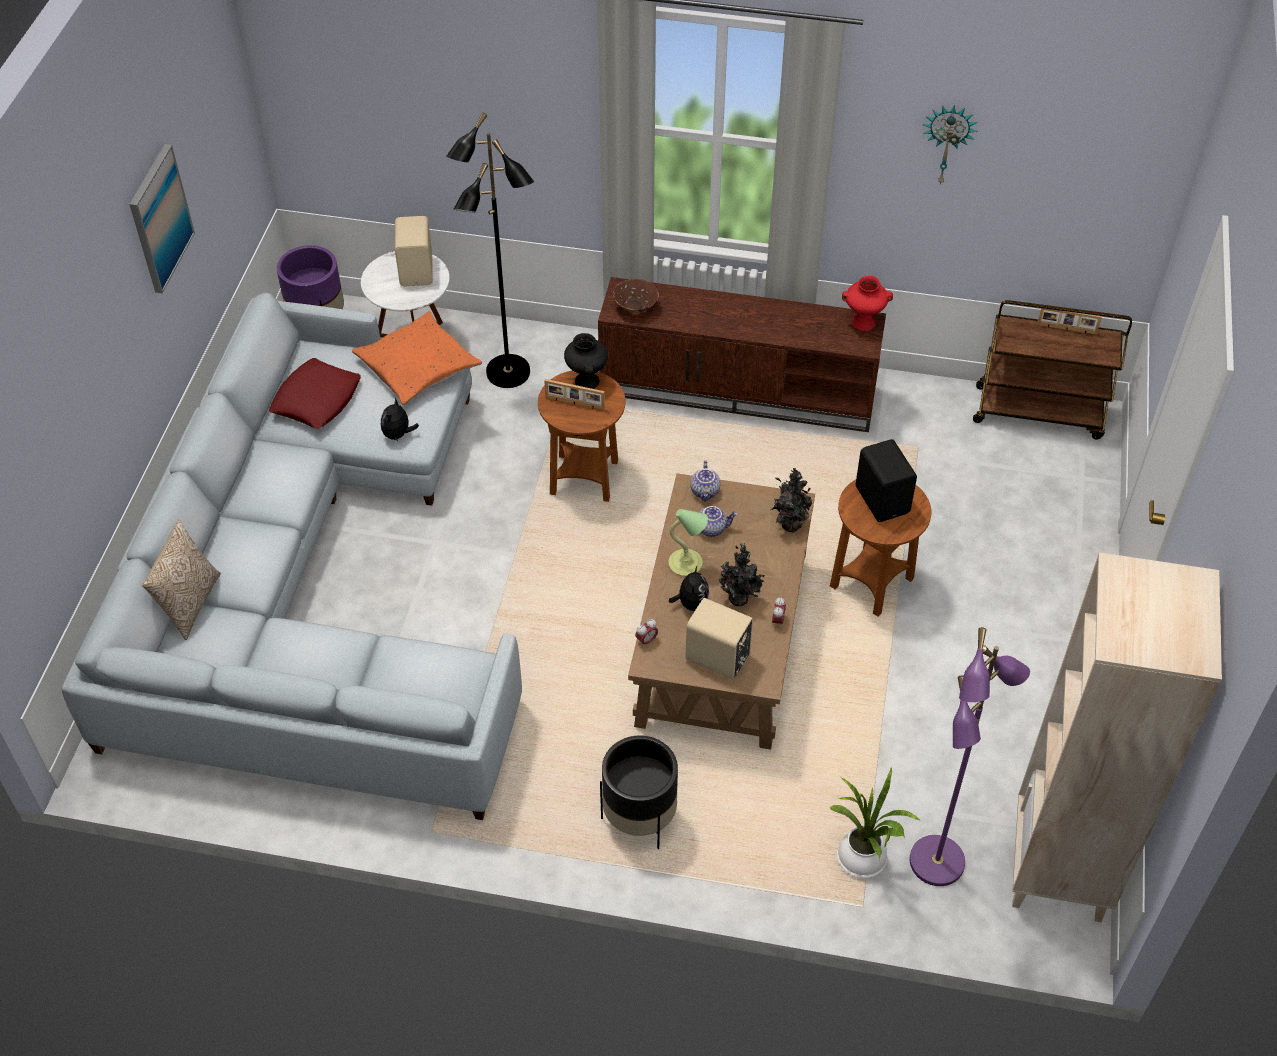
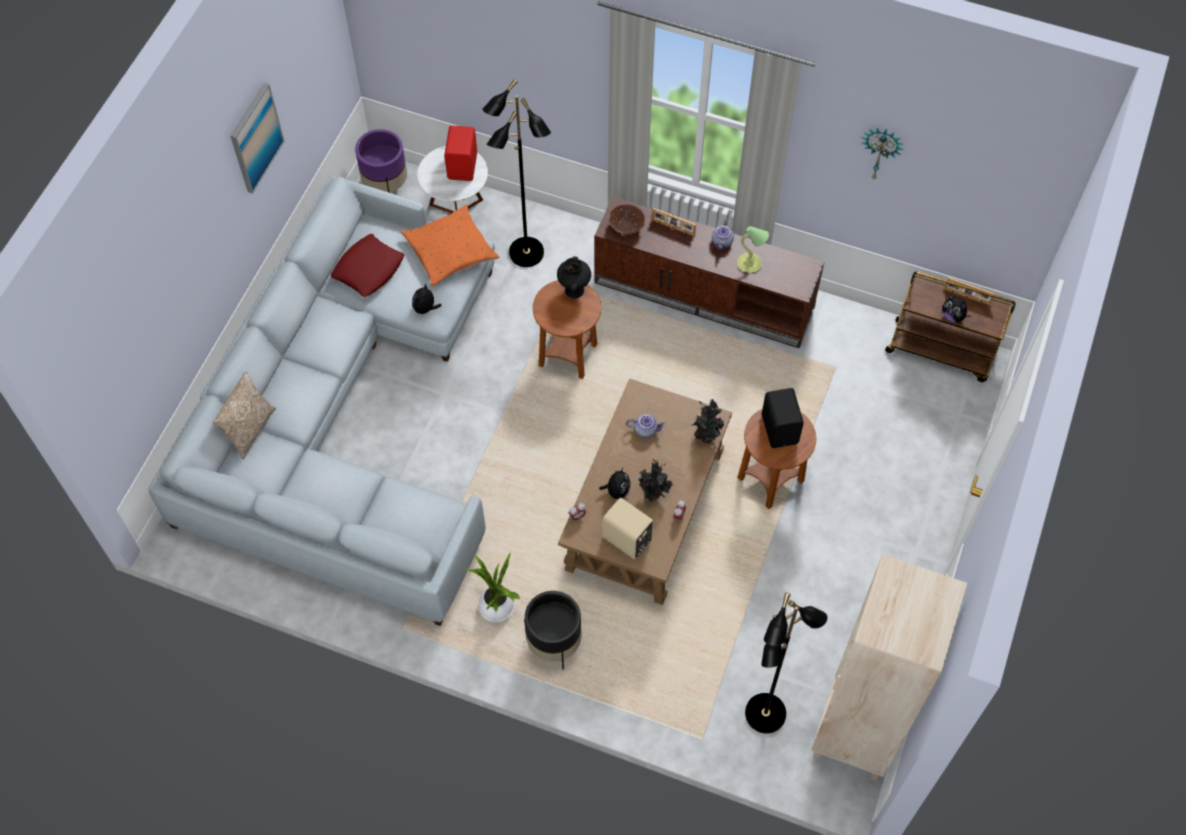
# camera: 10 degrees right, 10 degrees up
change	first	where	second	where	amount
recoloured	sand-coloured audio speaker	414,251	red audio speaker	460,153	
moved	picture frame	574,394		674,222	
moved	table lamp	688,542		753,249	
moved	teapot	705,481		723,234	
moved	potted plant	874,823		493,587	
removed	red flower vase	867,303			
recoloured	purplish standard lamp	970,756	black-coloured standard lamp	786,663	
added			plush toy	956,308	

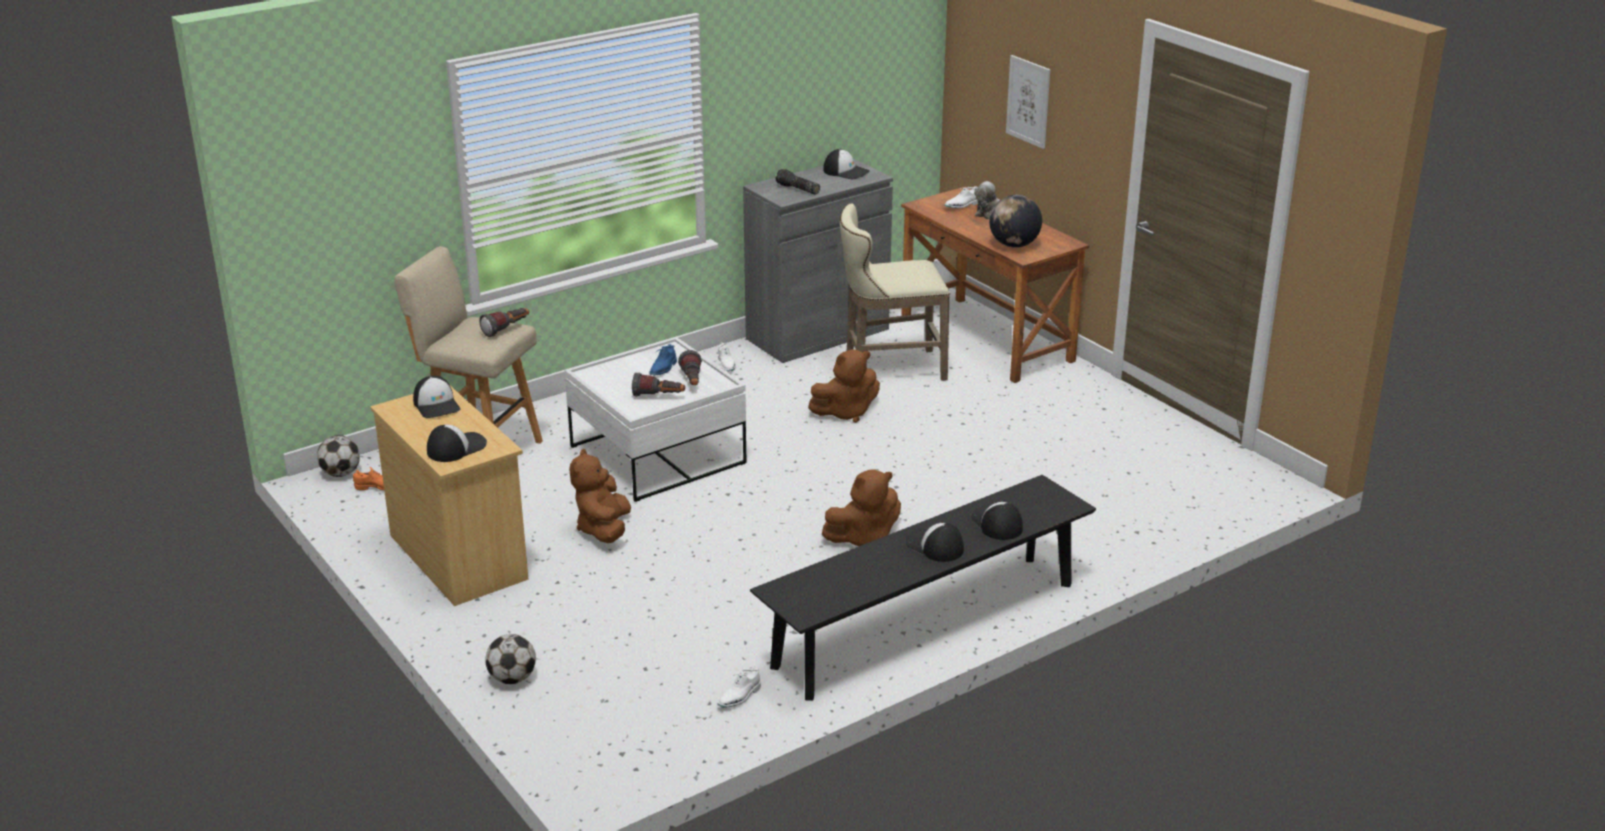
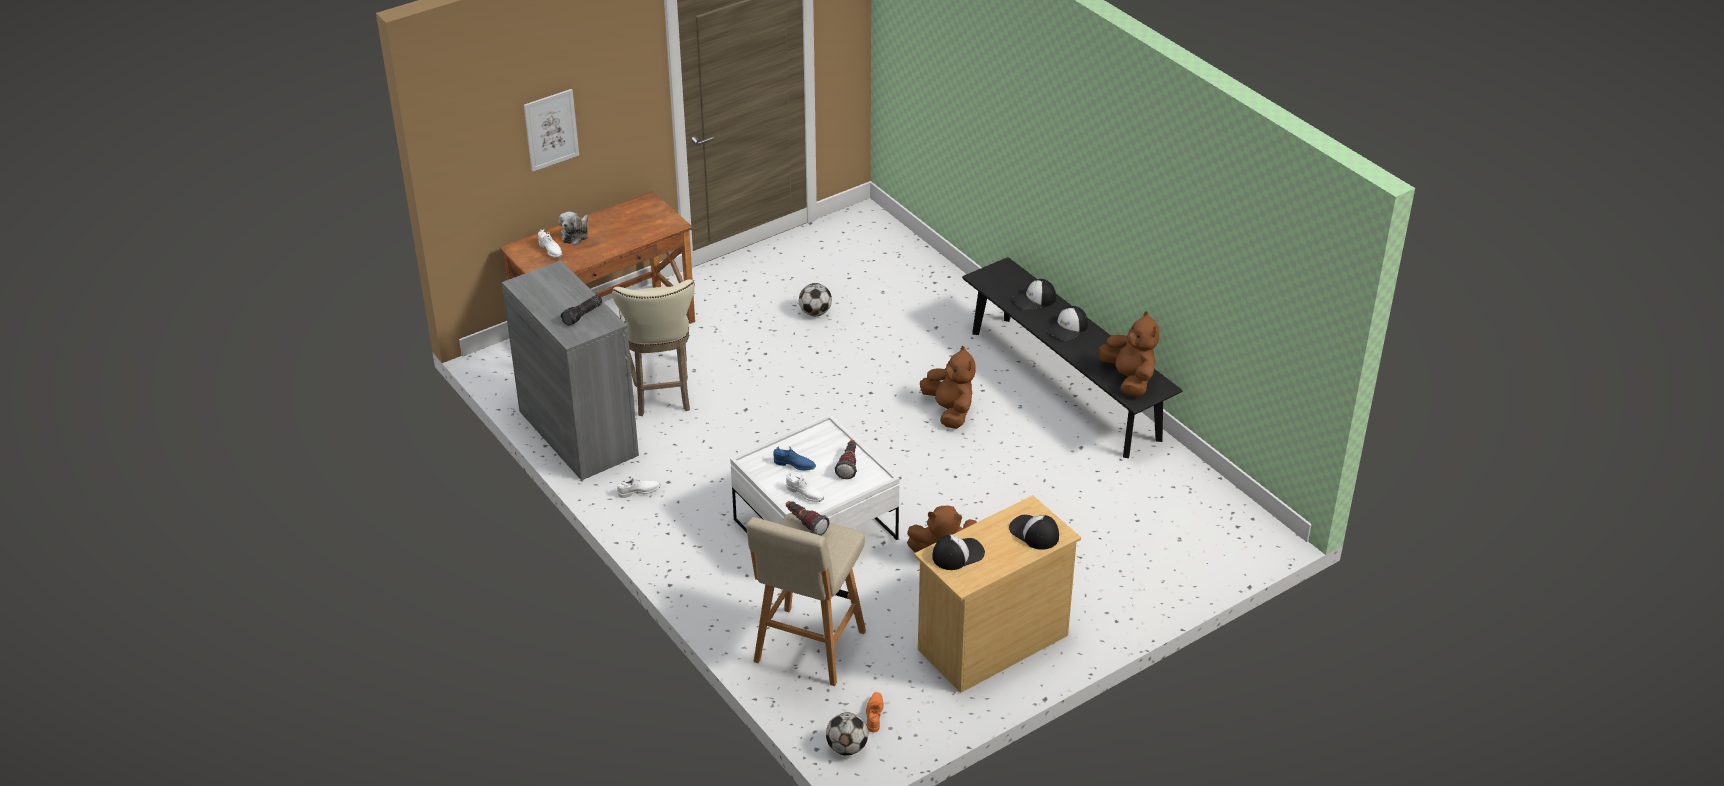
# camera: 90 degrees left, 10 degrees up
change	first	where	second	where	amount
moved	football ball	510,659		815,299	
removed	flashlight	690,367			
moved	white-coloured item of footwear	739,687		805,487	
moved	brown plush toy	844,386		1129,354	
removed	cap	846,164			
removed	world globe	1015,221			

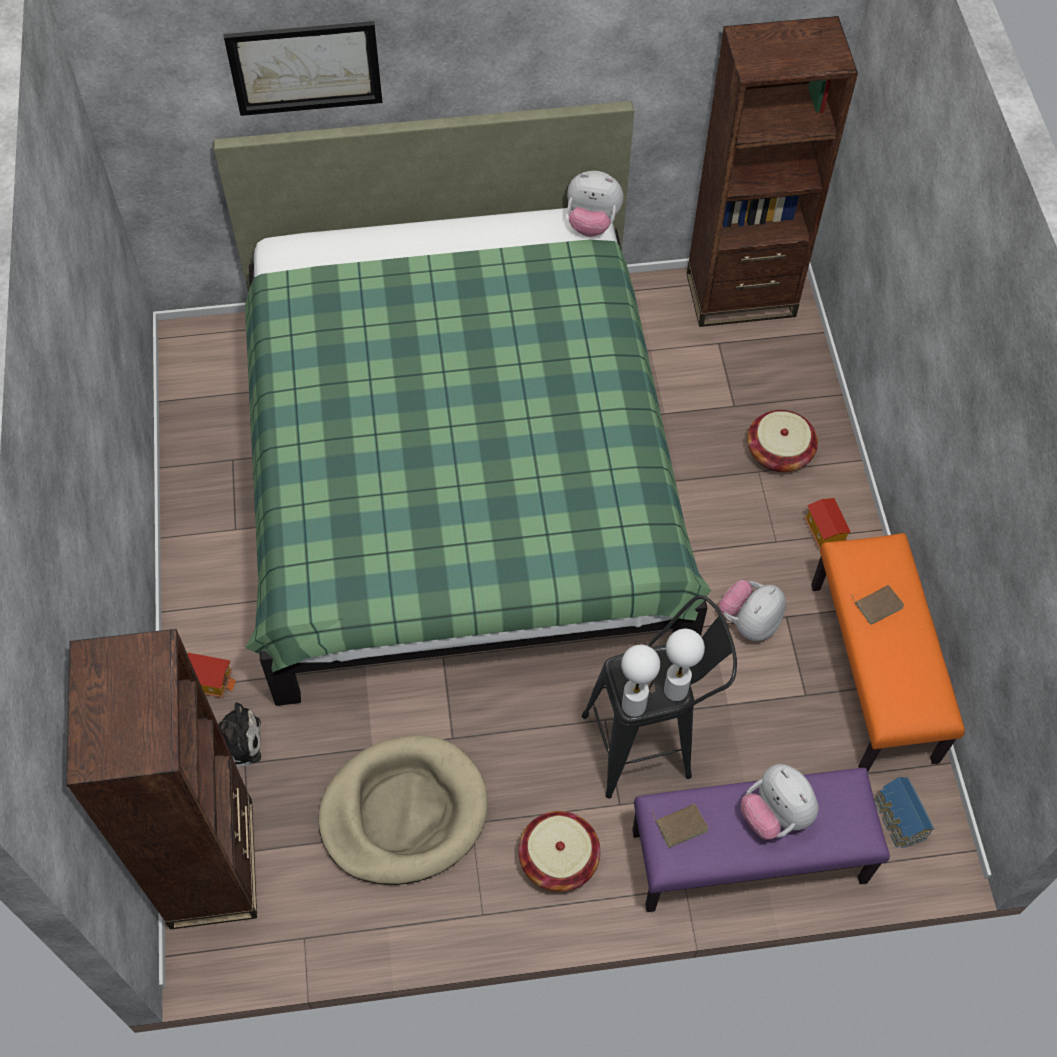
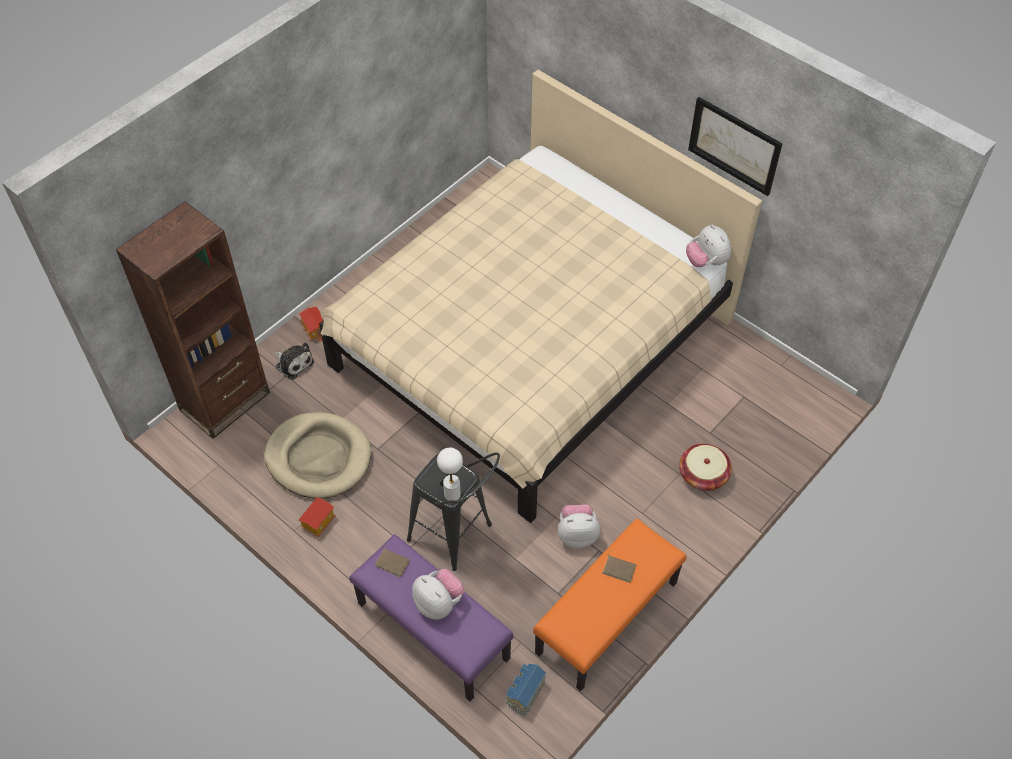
# camera: 50 degrees right, 5 degrees down
change	first	where	second	where	amount
recoloured	greenish sleeping bed	462,403	sand-coloured sleeping bed	540,296	
moved	picture	303,68		735,146	
removed	storage basket	559,851			
removed	white-coloured table lamp	640,681			
removed	brown bookcase	772,171			
turned	plush toy	779,802		438,594	120 degrees clockwise
moved	toy house	827,524		317,517	

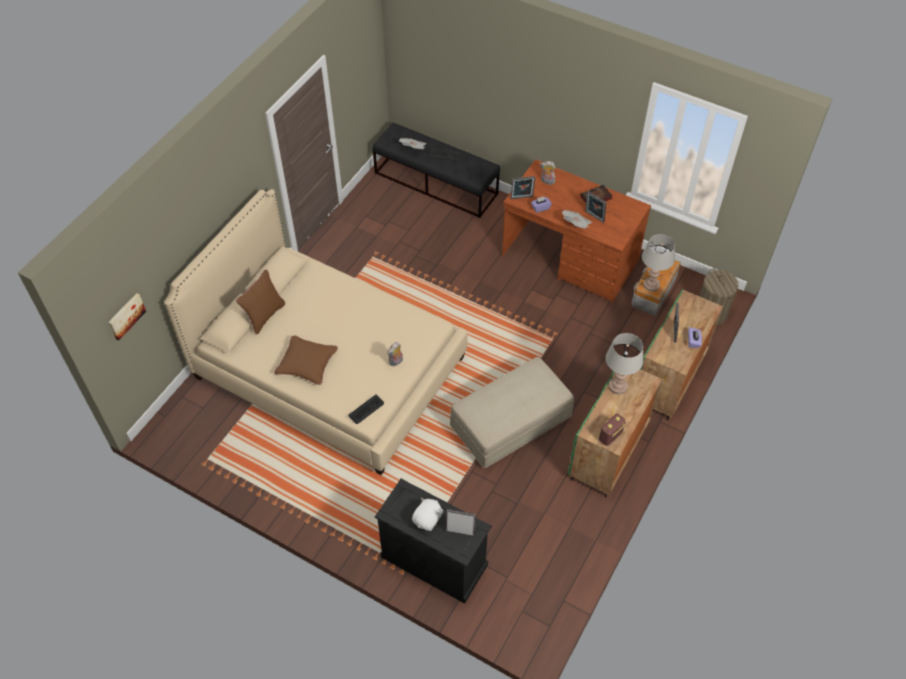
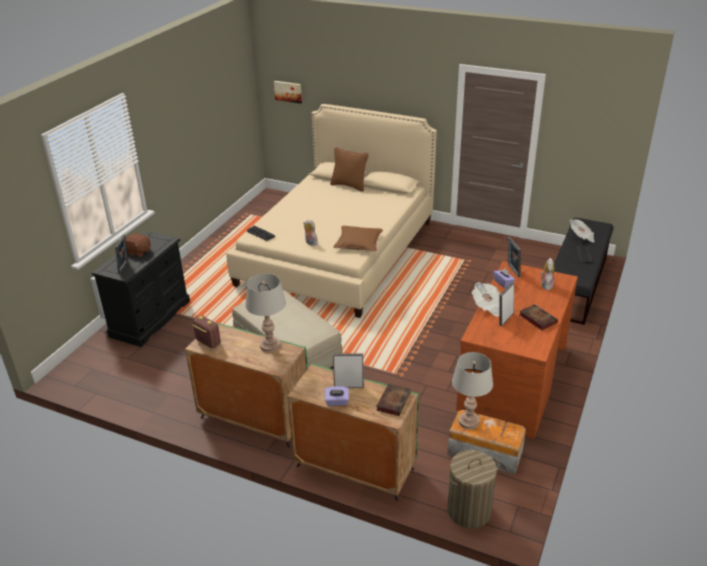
# camera: 85 degrees right, 20 degrees down
change	first	where	second	where	amount
moved	brown cushion	306,360		358,238	
recoloured	white-coloured plush toy	427,514	brown plush toy	138,245	
added			book	393,400	

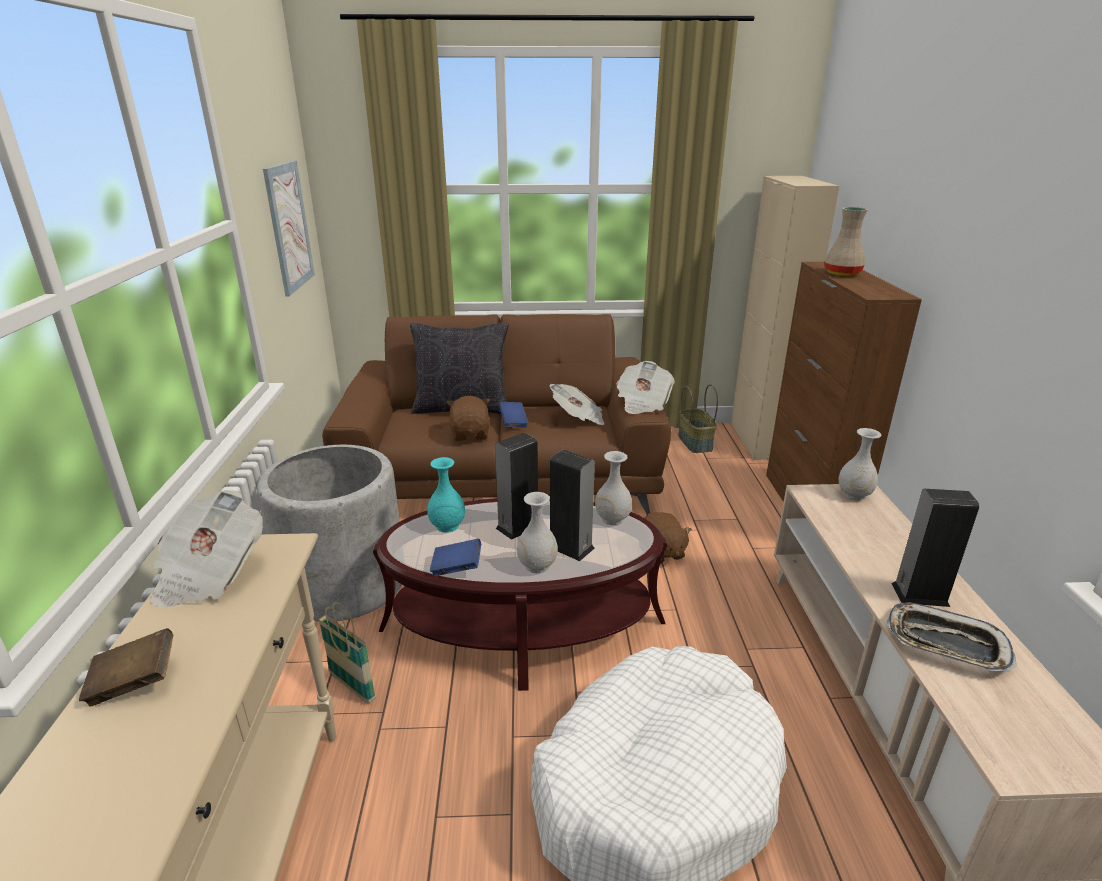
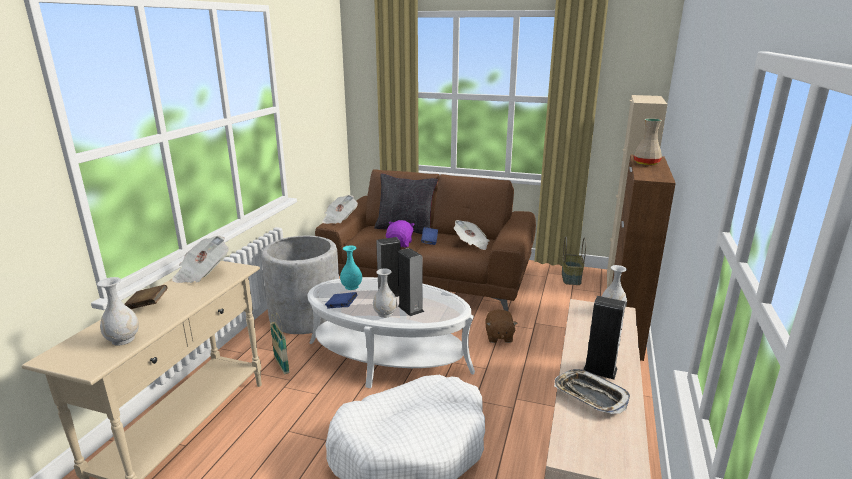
# camera: 20 degrees right, 5 degrees down
change	first	where	second	where	amount
removed	picture	289,229			
recoloured	brown low table	520,594	white-coloured low table	391,332	
recoloured	brown plush toy	468,418	purplish plush toy	400,234	
moved	white-coloured flower vase	613,488		118,311	
moved	newspaper	645,387		340,209	

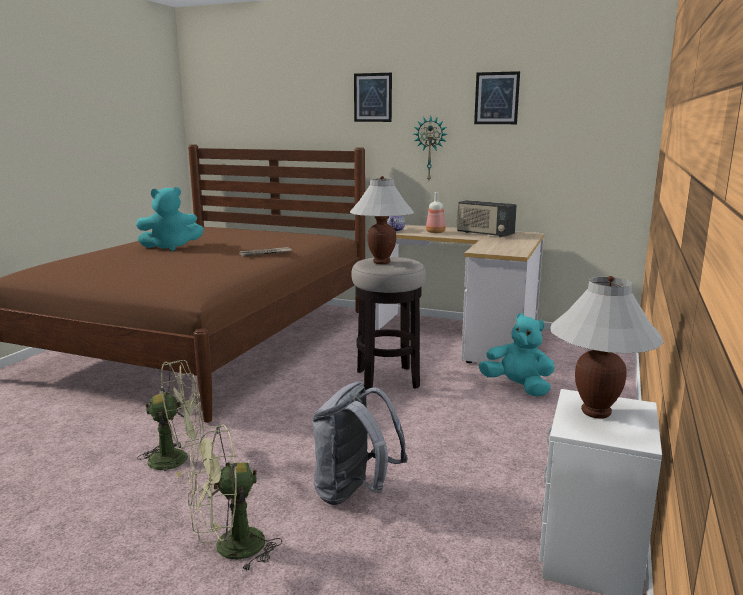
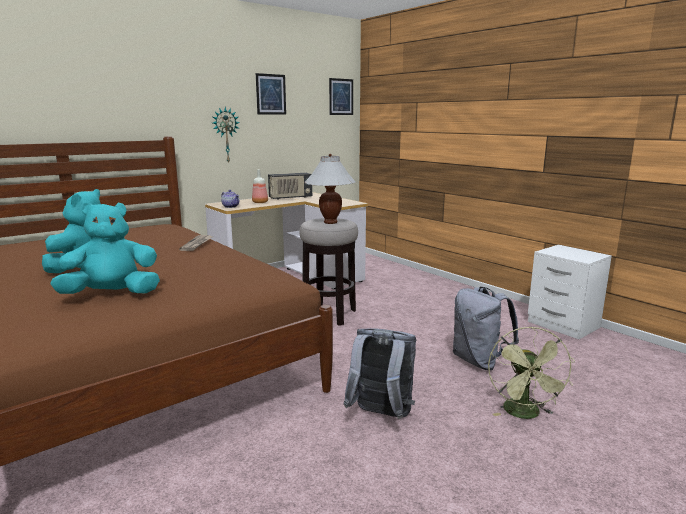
# camera: 60 degrees left, 0 degrees up
change	first	where	second	where	amount
replaced	greenish electric fan	170,418	grey knapsack	379,373	
moved	picture	373,97		341,96	
moved	turquoise plush toy	517,354		105,248	
removed	white-coloured table lamp	607,347			

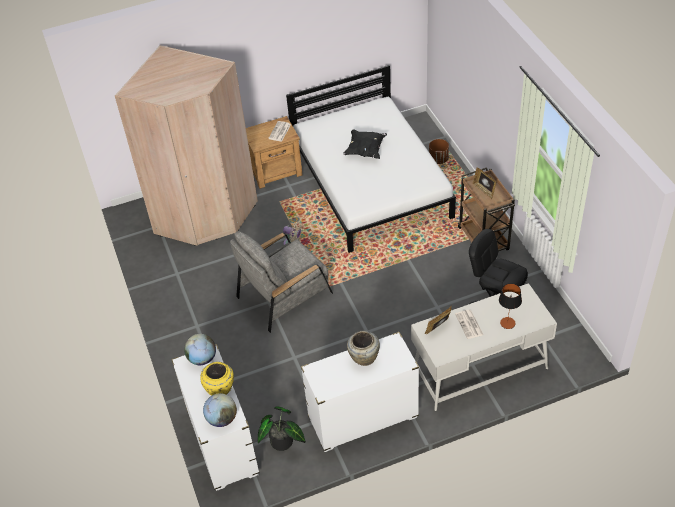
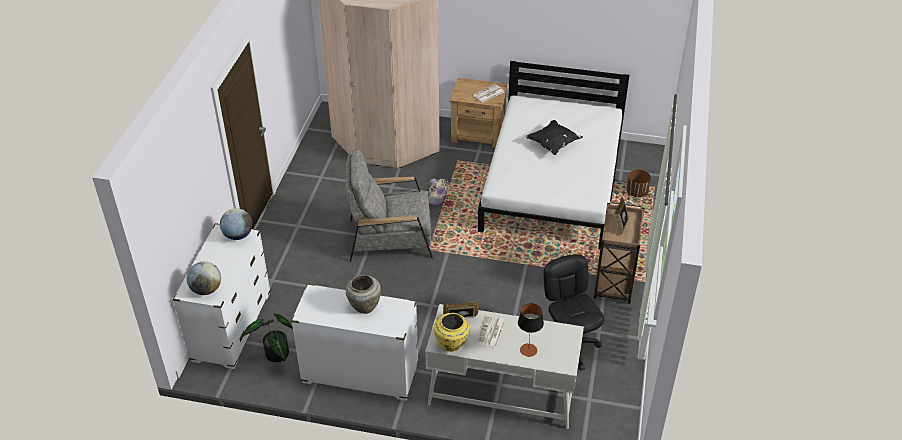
# camera: 30 degrees right, 5 degrees down
change	first	where	second	where	amount
moved	yellow flower vase	217,379		452,332	

